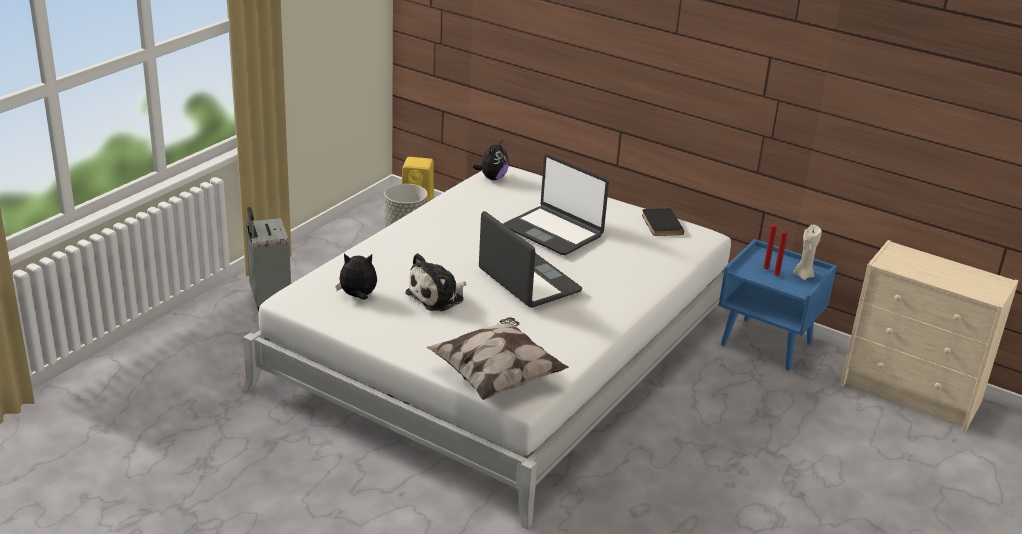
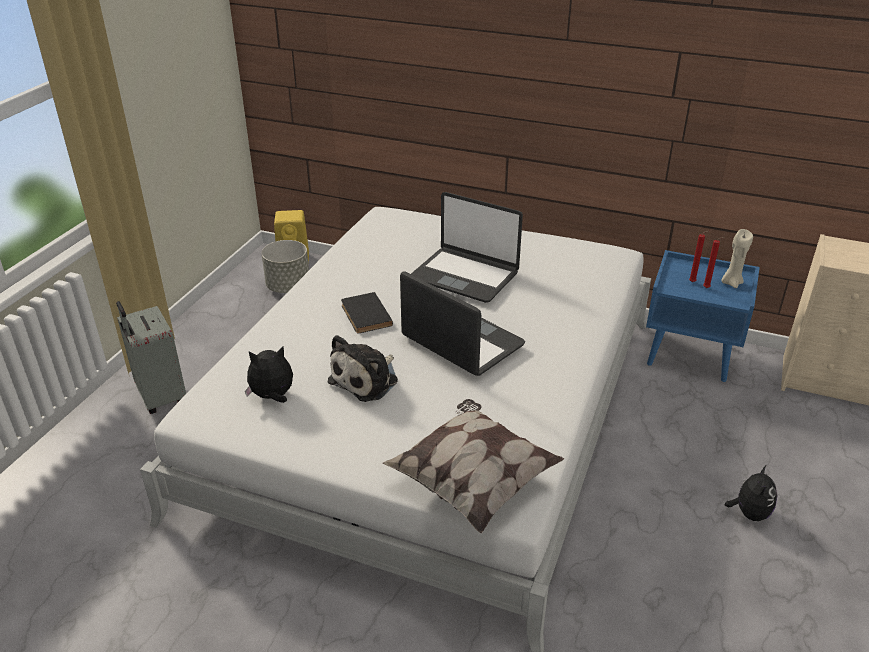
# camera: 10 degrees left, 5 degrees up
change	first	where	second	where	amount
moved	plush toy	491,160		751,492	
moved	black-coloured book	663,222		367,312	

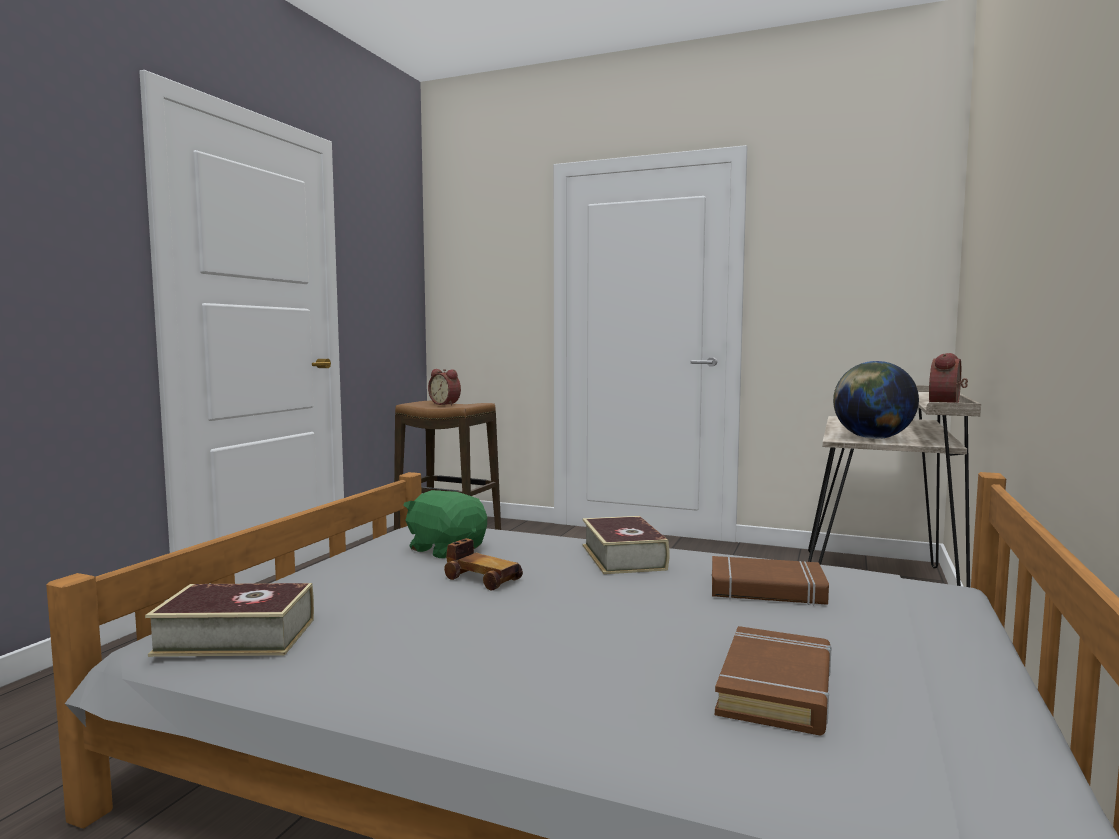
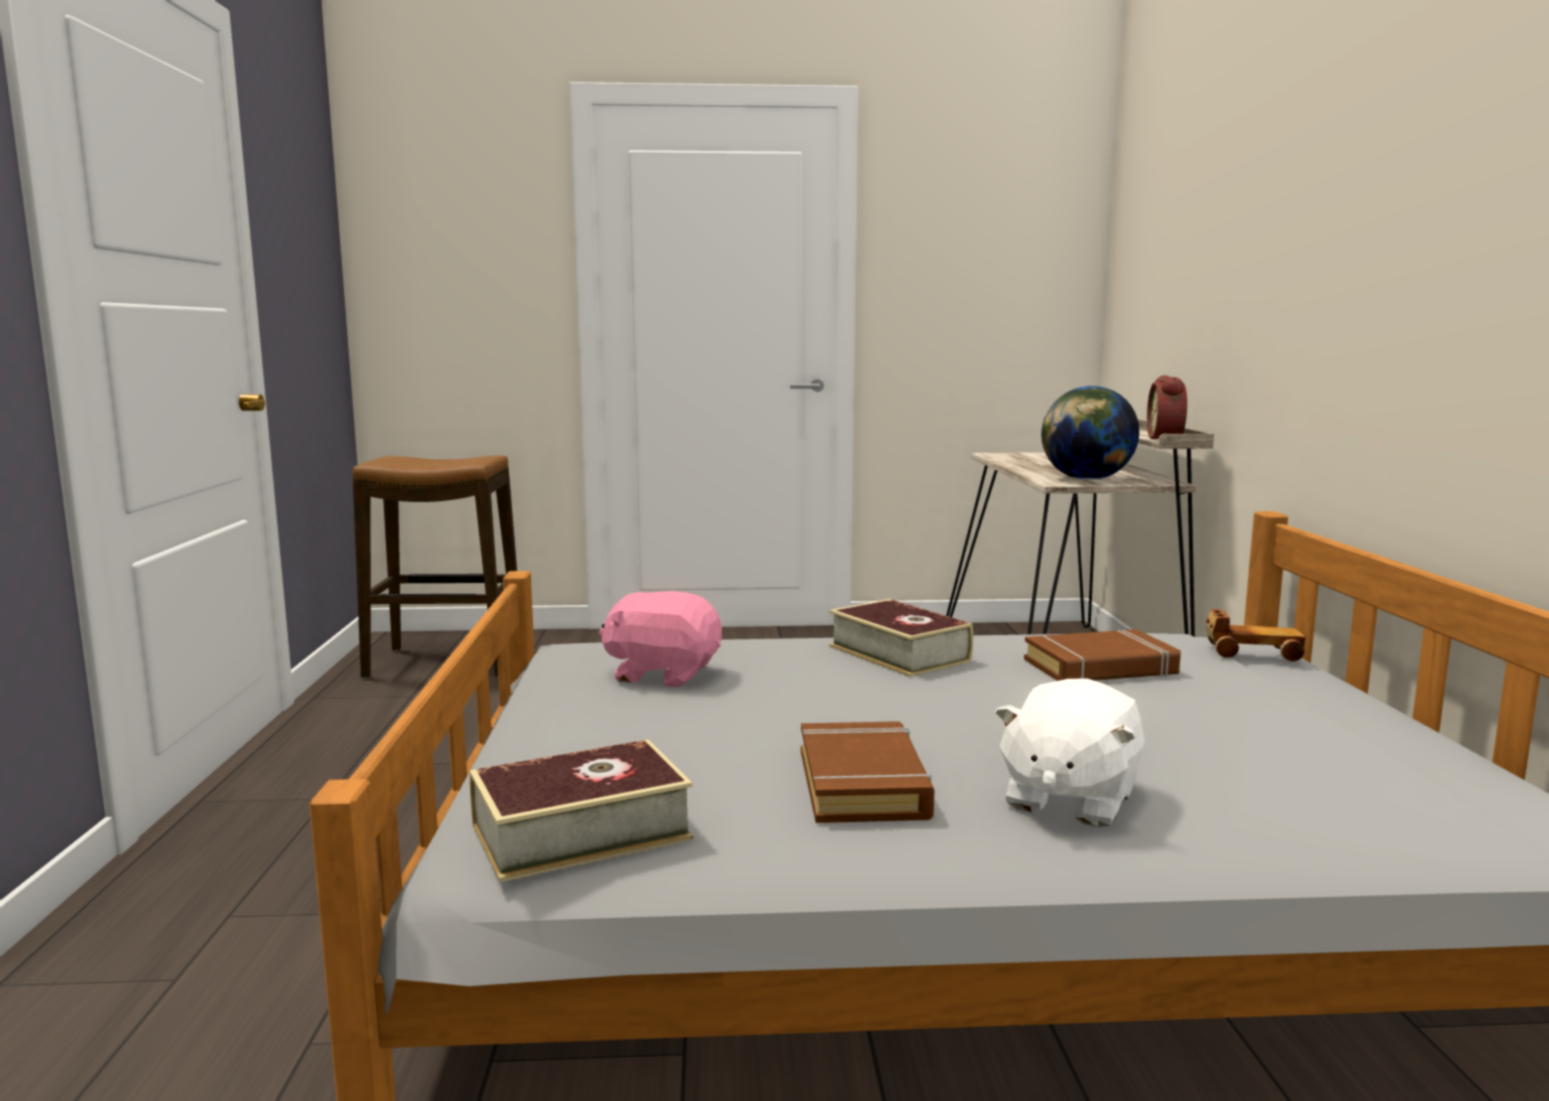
# camera: 25 degrees left, 5 degrees up
change	first	where	second	where	amount
recoloured	greenish plush toy	445,524	pinkish plush toy	660,639	
removed	bedside clock	444,387			
moved	model car	483,564		1255,635	
moved	brown book	773,680		867,772	
added			white-coloured plush toy	1070,752	

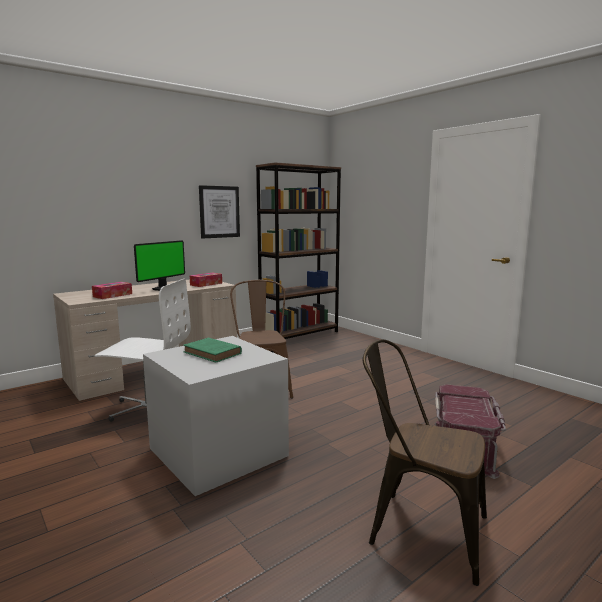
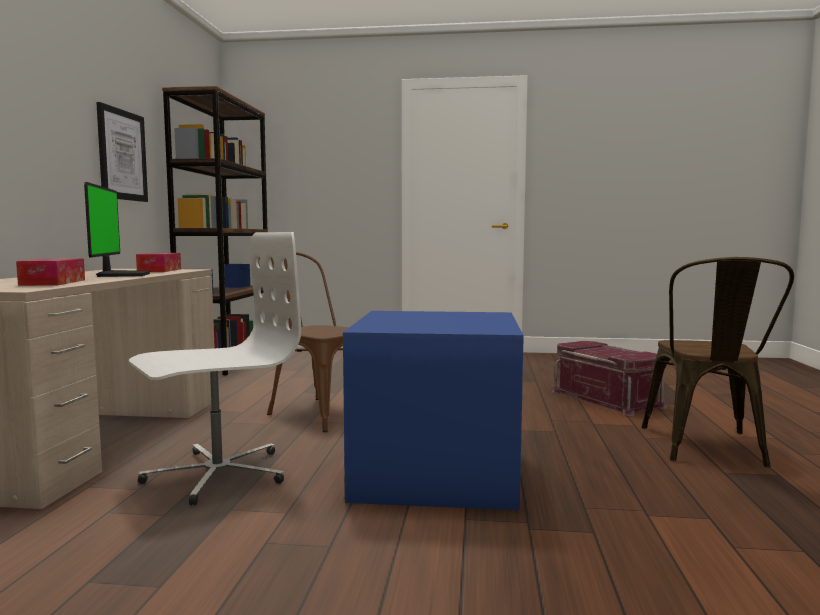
# camera: 45 degrees left, 5 degrees down
change	first	where	second	where	amount
recoloured	grey storage bin	216,416	bluish storage bin	433,410	
removed	greenish book	212,350			
turned	brown upright chair	424,462		717,362	60 degrees counterclockwise

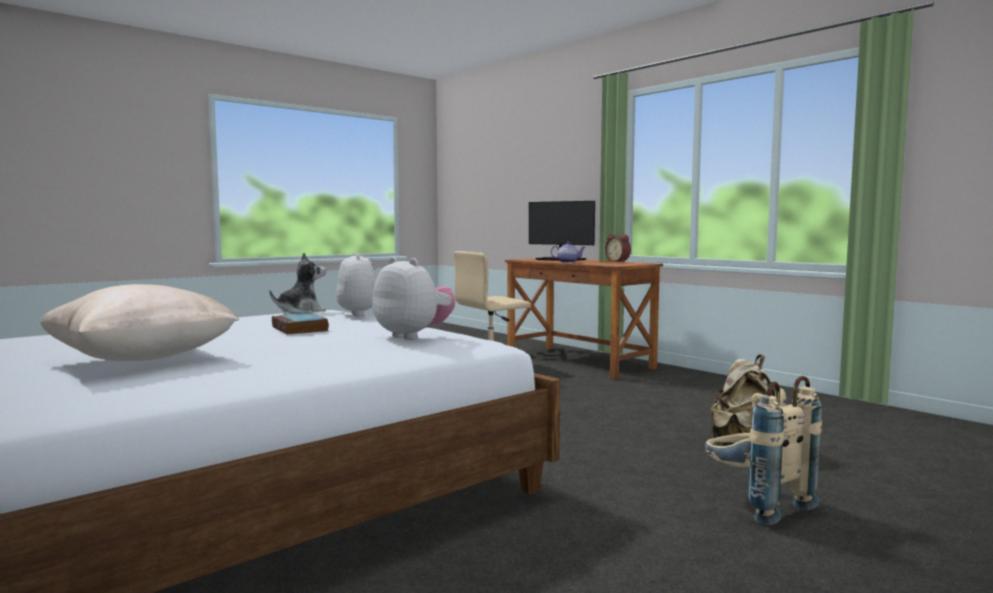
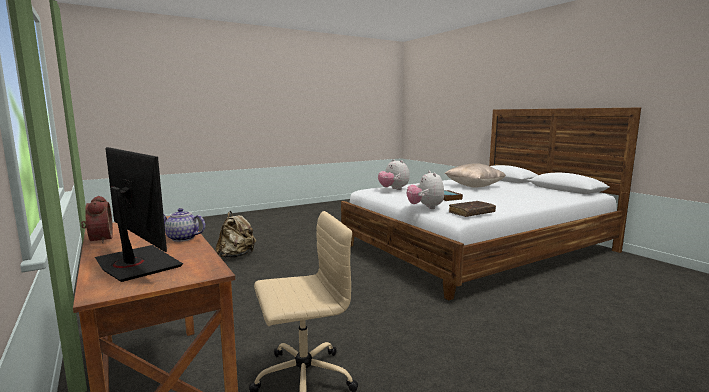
# camera: 170 degrees left, 5 degrees up
change	first	where	second	where	amount
replaced	plush toy	298,283	brown book	472,209	
removed	sand-coloured knapsack	763,450			

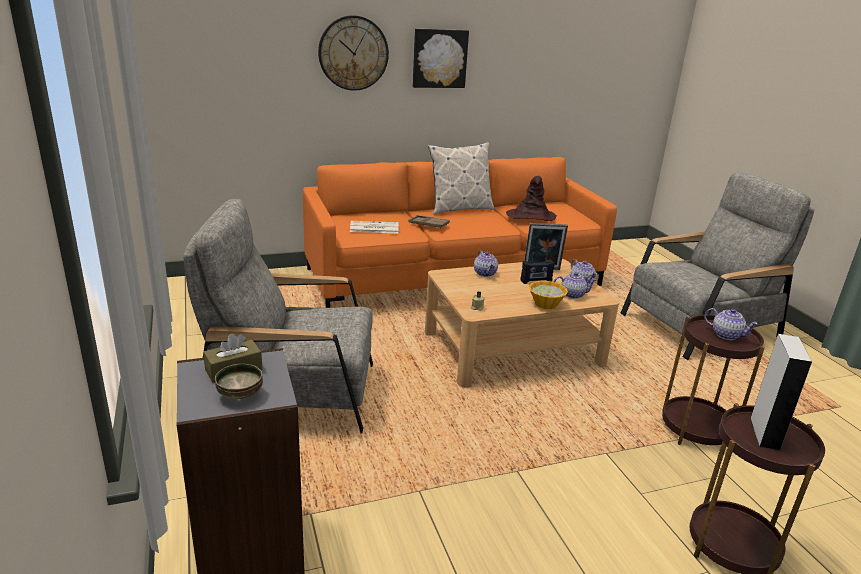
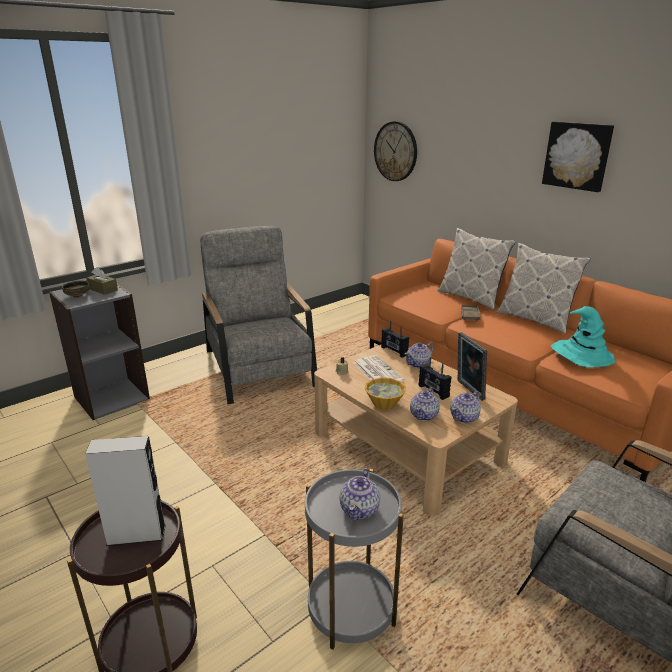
# camera: 70 degrees right, 0 degrees up
change	first	where	second	where	amount
moved	hanging clock	353,53		395,151	
moved	newspaper	374,227		378,368	
recoloured	brown wearable hat	531,198	turquoise wearable hat	583,336	
turned	teapot	575,285		425,404	45 degrees clockwise
recoloured	brown side table	713,380	grey side table	354,559	
added			radio set	395,339	
added			cushion	477,269	

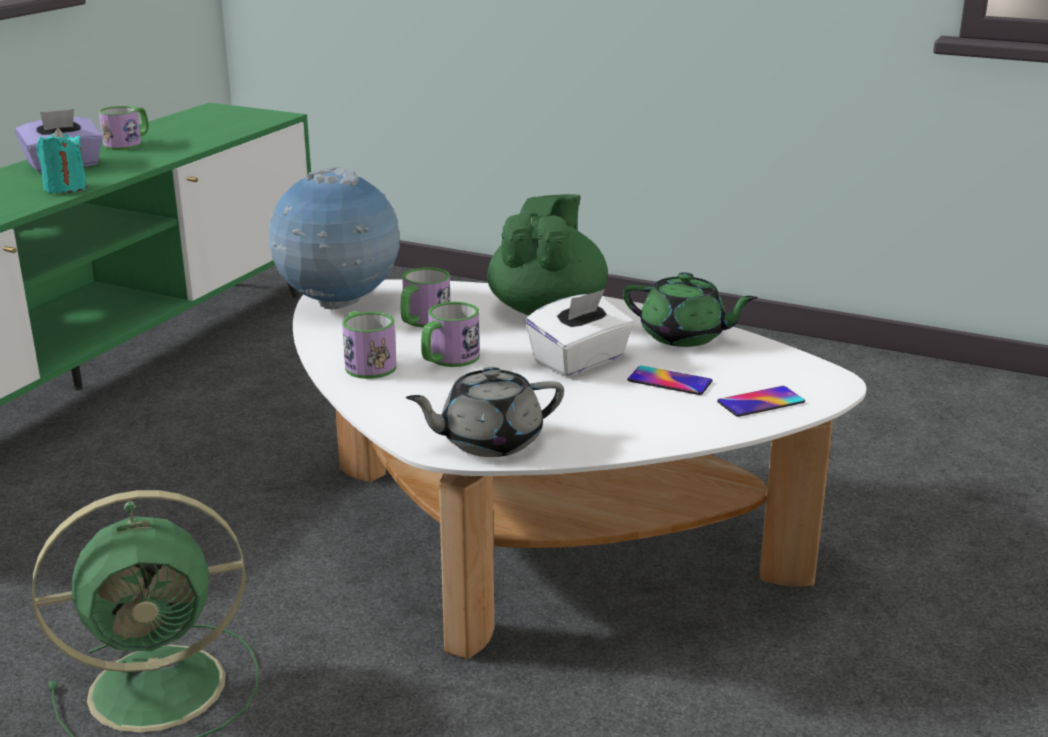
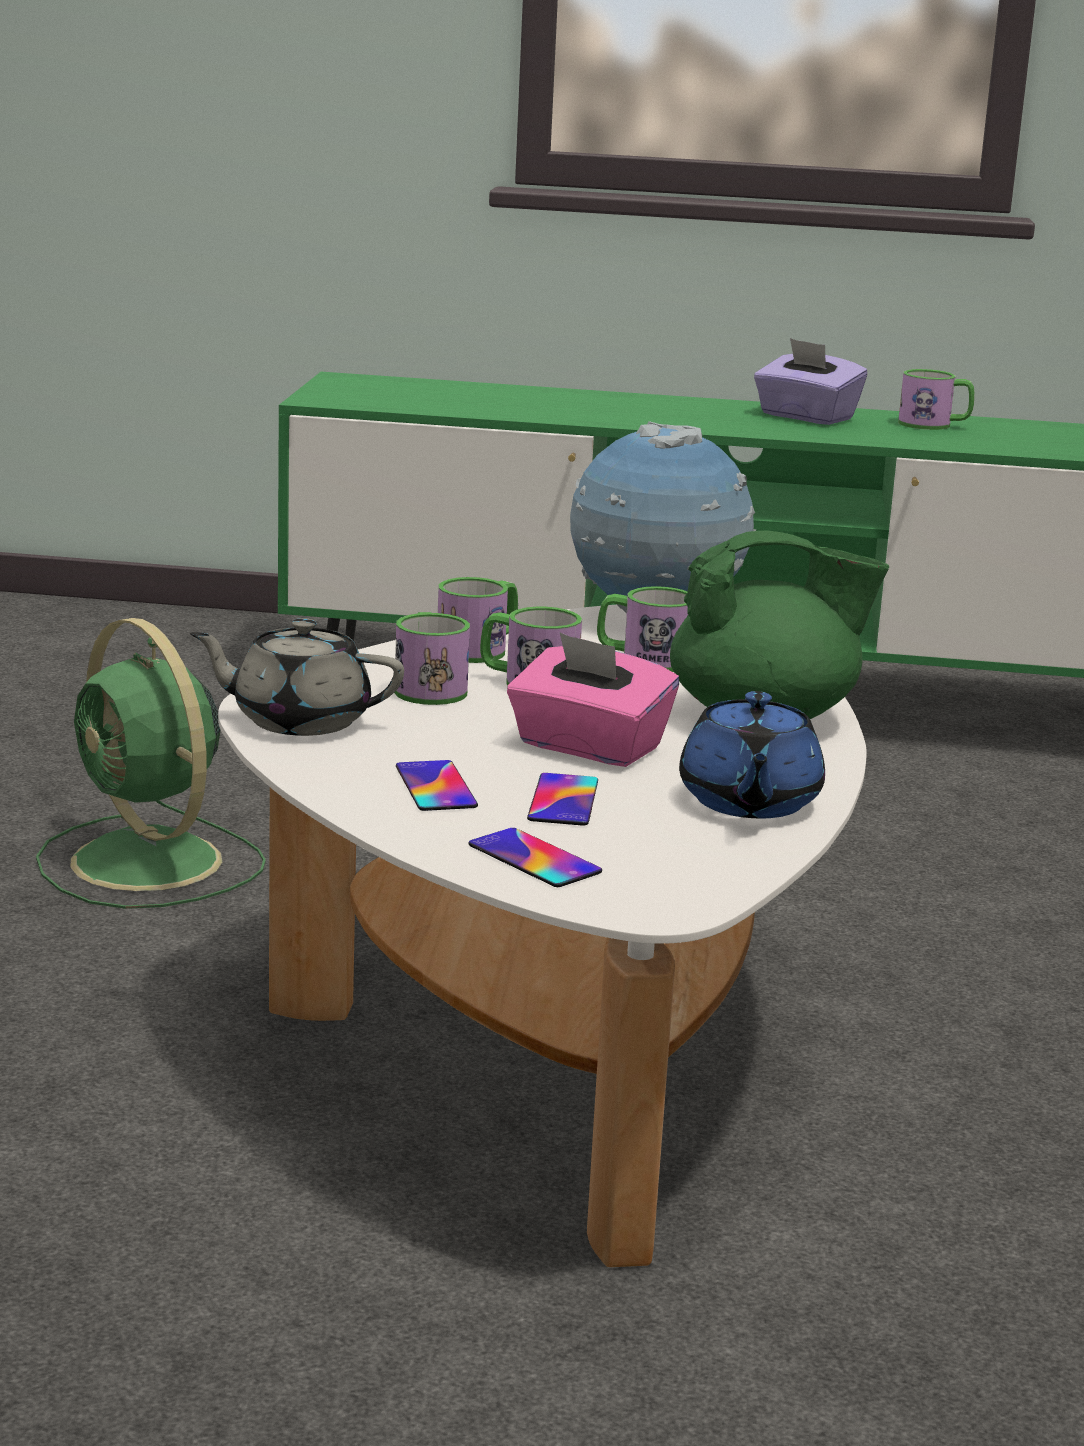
# camera: 70 degrees right, 5 degrees down
change	first	where	second	where	amount
removed	turquoise candle	61,160			
turned	grey teapot	485,412		297,677	45 degrees counterclockwise
recoloured	white-coloured box of tissues	580,333	pinkish box of tissues	593,699	
recoloured	greenish teapot	690,309	bluish teapot	752,755	
added			tea mug	432,658	
added			telephone	437,785	

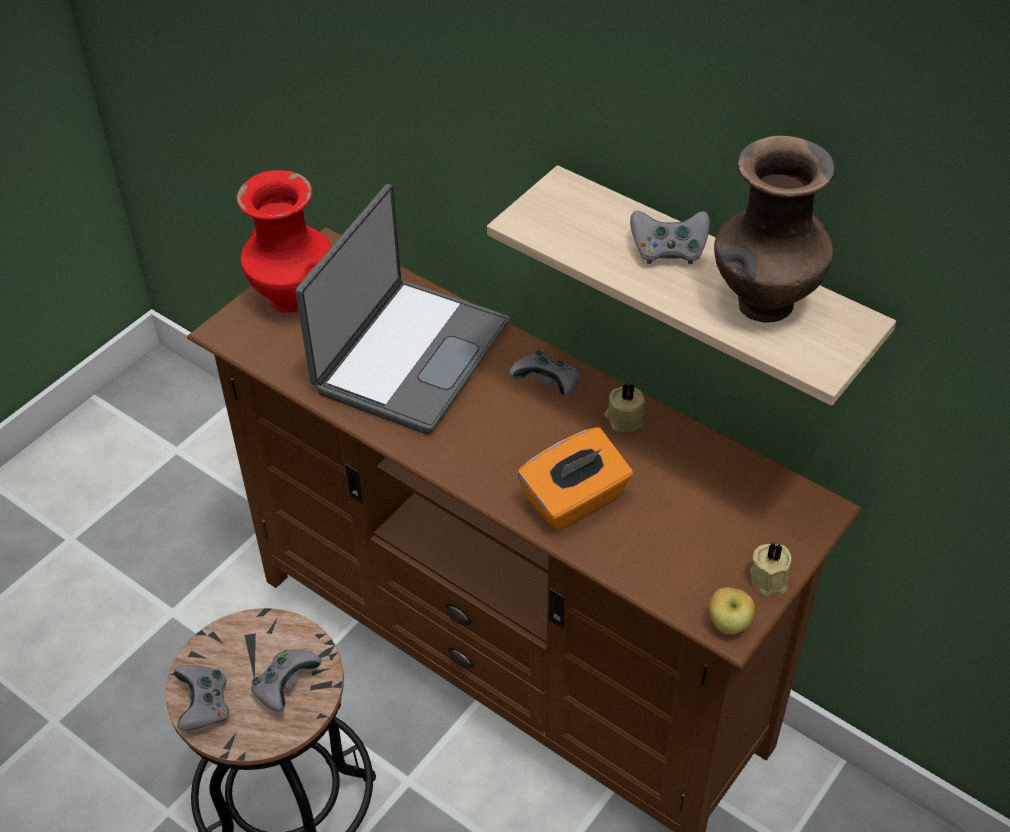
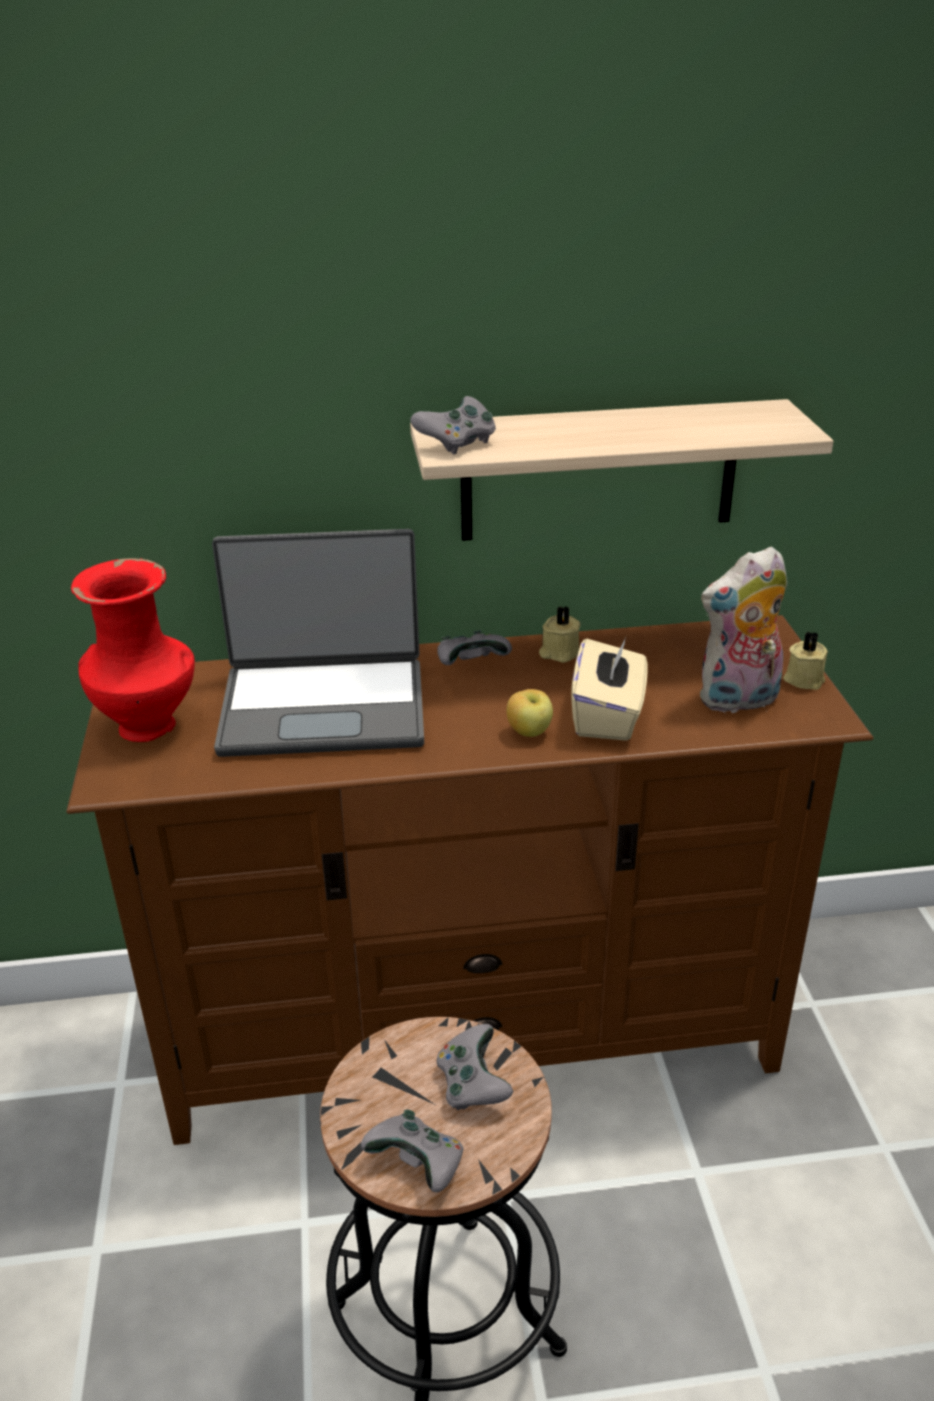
# camera: 45 degrees left, 15 degrees down
change	first	where	second	where	amount
turned	portable computer	402,309		318,643	105 degrees clockwise
recoloured	orange box of tissues	575,479	sand-coloured box of tissues	609,687	
moved	grey gamepad	670,237		453,425	
moved	apple fruit	732,611		530,713	
removed	brown flower vase	774,229			
added			plush toy	743,630	

